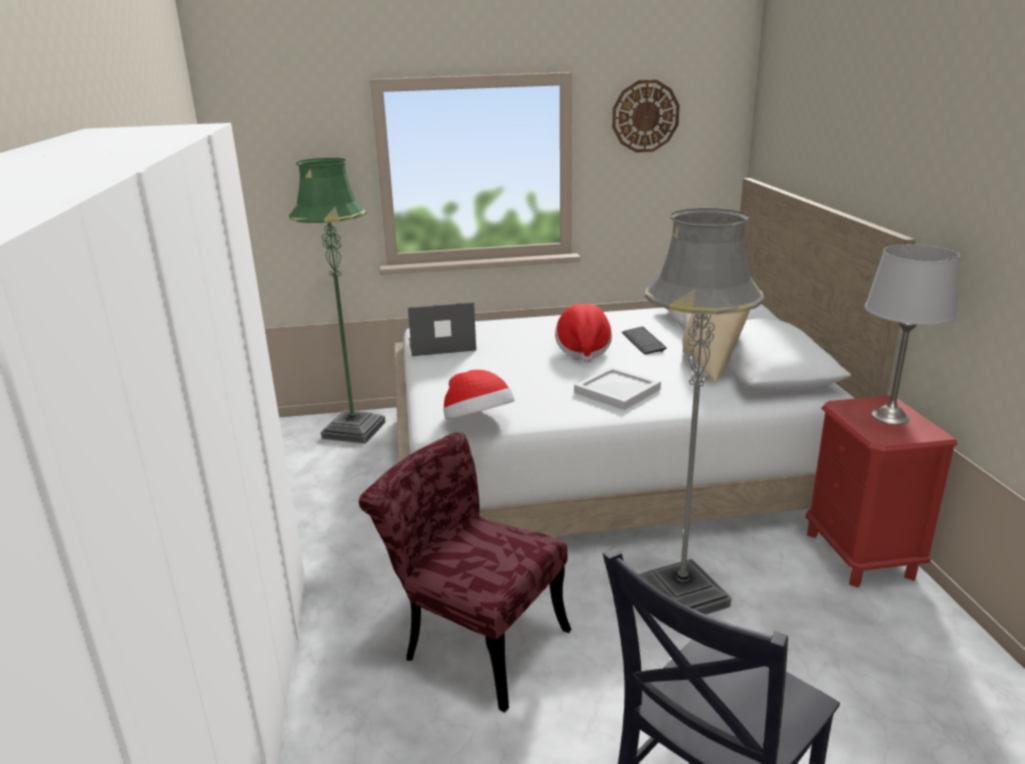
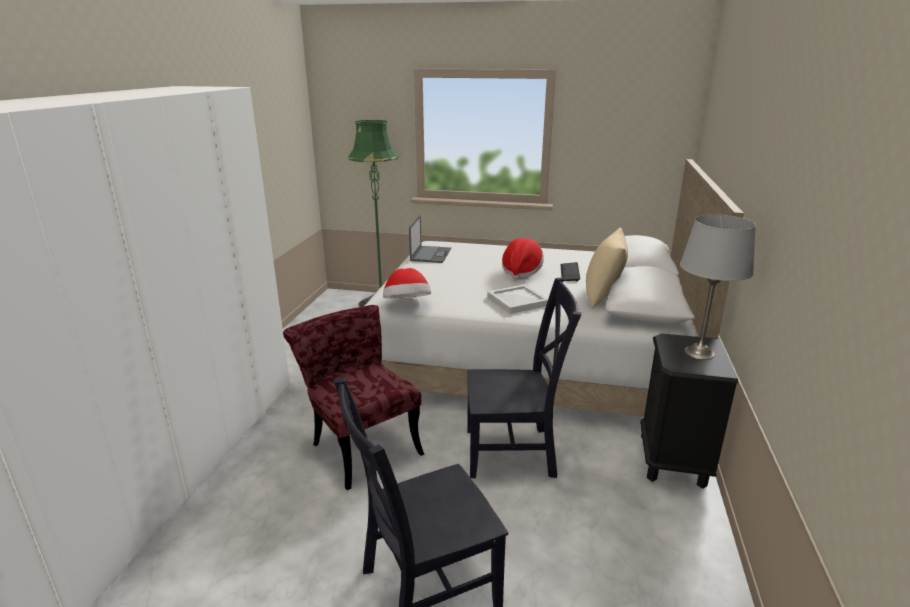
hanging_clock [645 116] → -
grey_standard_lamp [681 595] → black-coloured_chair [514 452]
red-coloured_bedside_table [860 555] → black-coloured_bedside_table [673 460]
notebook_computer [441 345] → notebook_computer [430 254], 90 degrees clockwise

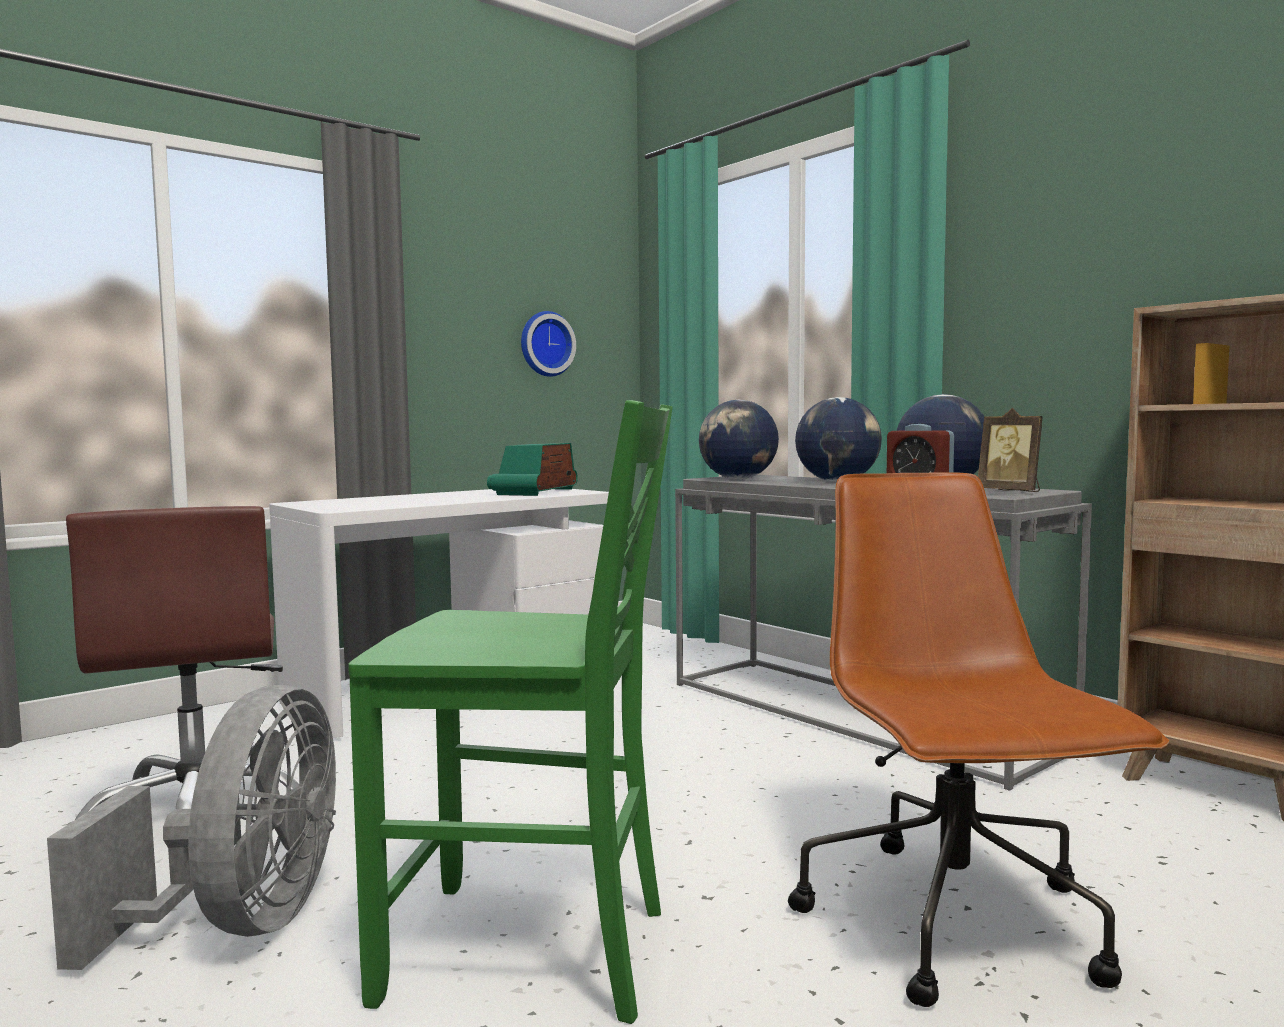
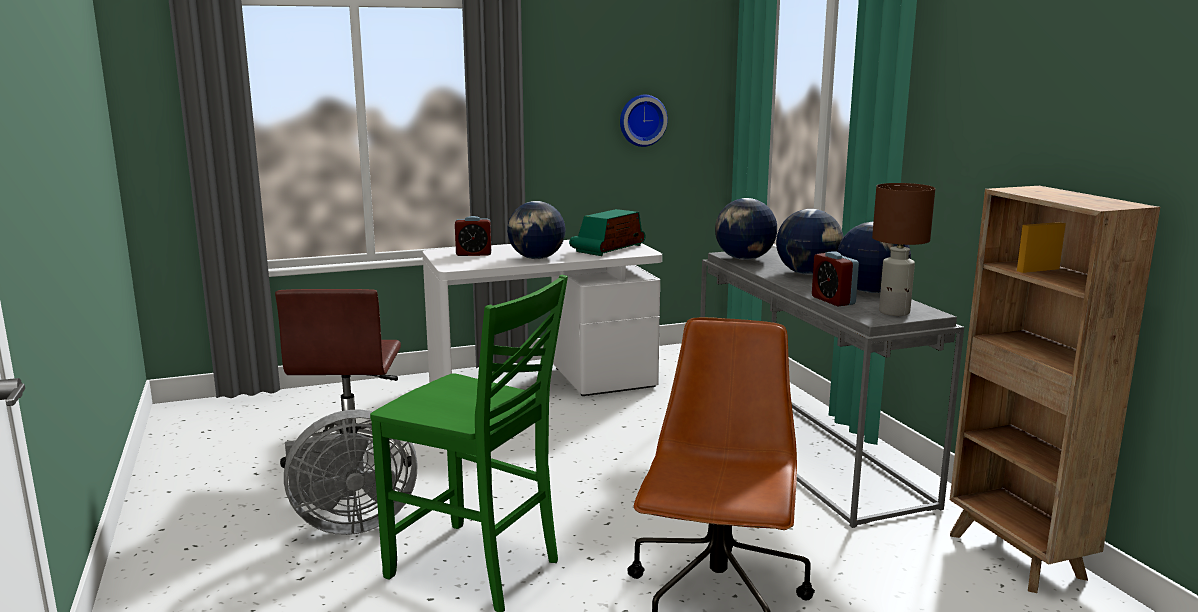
- → alarm_clock [473 254]
- → globe [536 258]
photo_frame [1011 492] → brown-coloured_lamp_for_a_table [895 312]
grey_cooling_fan [242 923] → grey_cooling_fan [349 523], 45 degrees clockwise

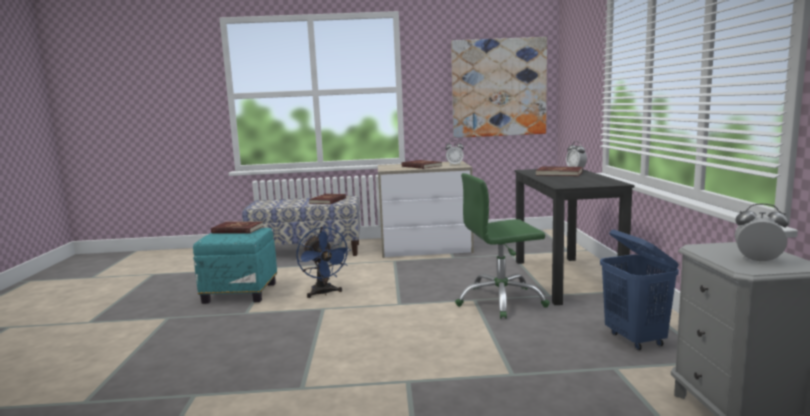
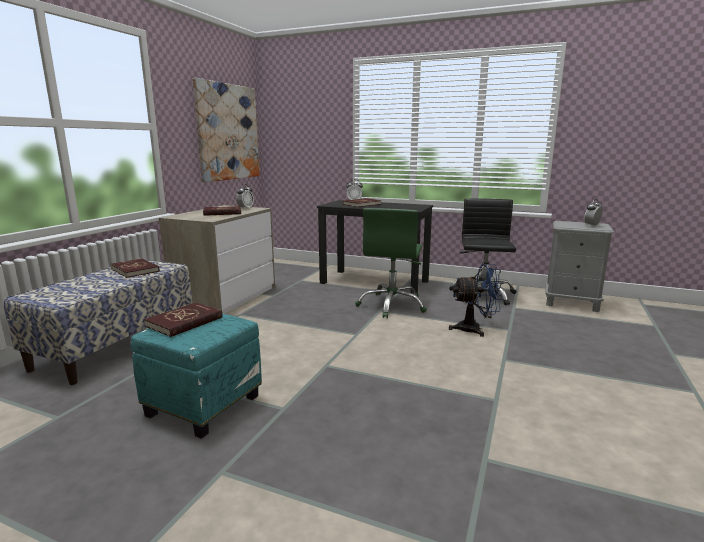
blue-coloured_cooling_fan [324 293] → blue-coloured_cooling_fan [475 329], relocated
blue-coloured_laundry_basket [635 339] → black-coloured_office_chair [482 294]

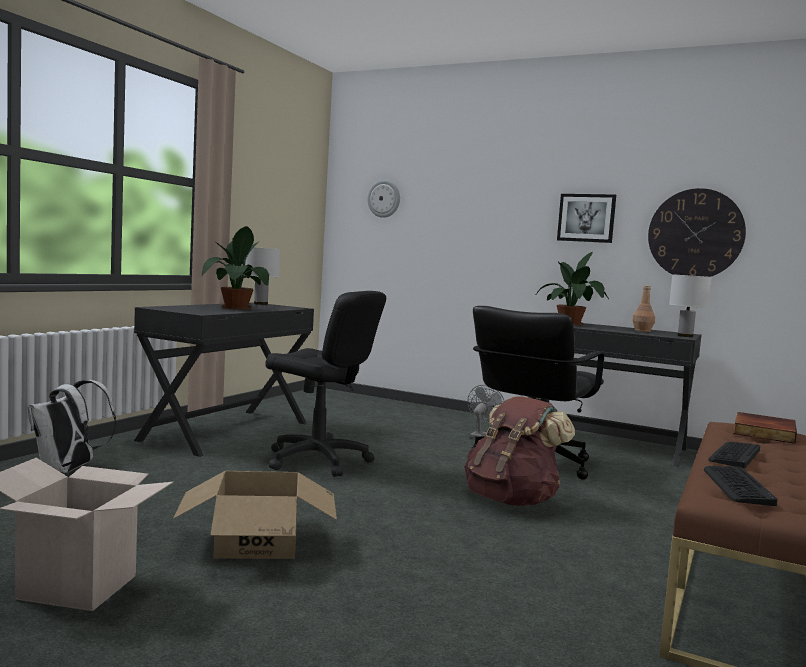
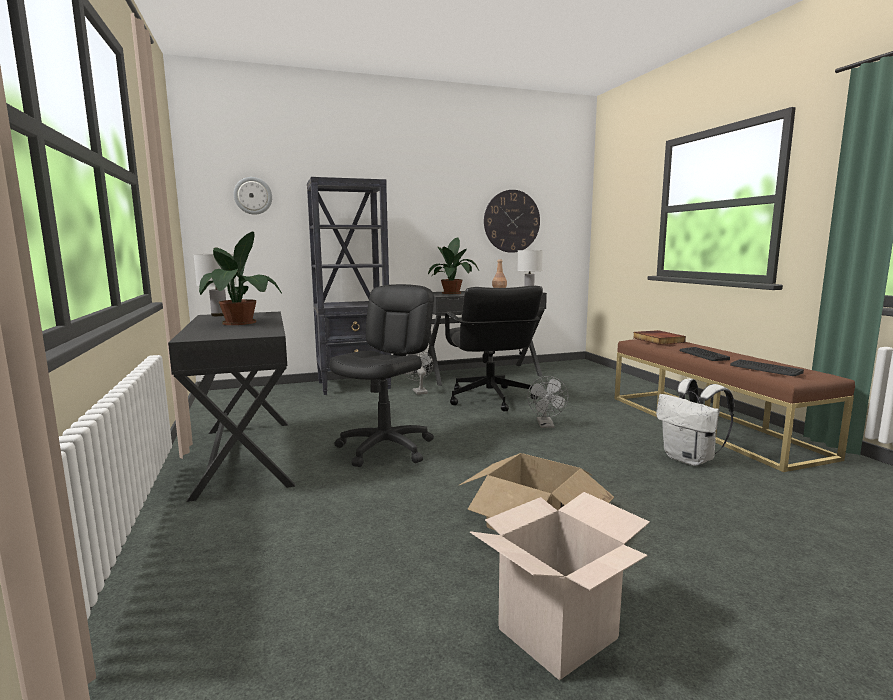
wall_art [586 218] → -
- → black-coloured_bookcase [354 385]
whitish_backpack [68 470] → whitish_backpack [690 459], relocated
brown-coloured_backpack [511 500] → grey_cooling_fan [546 425]
black-coloured_office_chair [317 460] → black-coloured_office_chair [386 448], 45 degrees counterclockwise

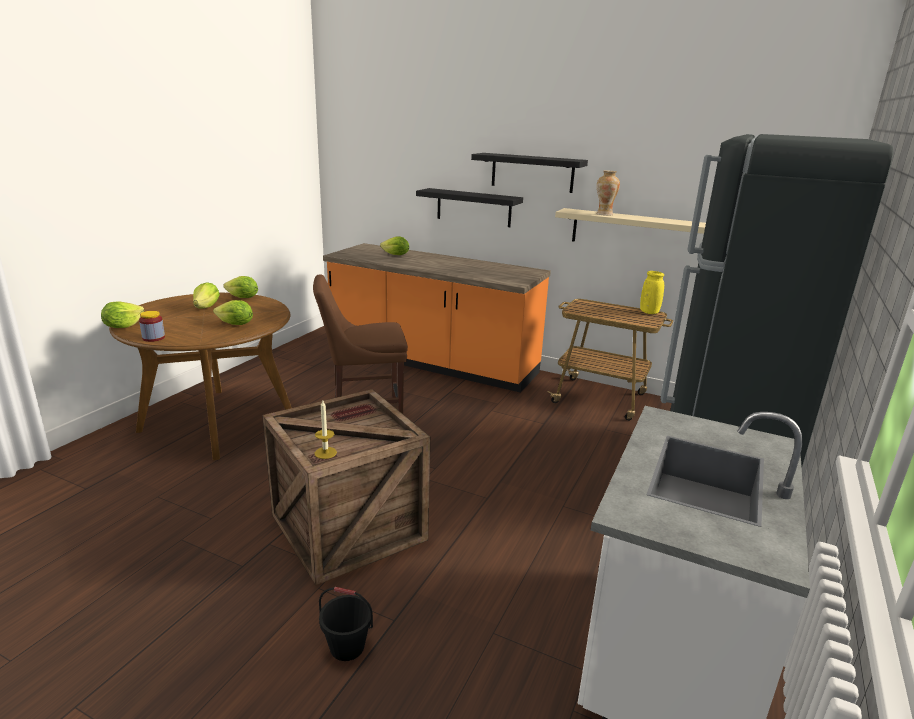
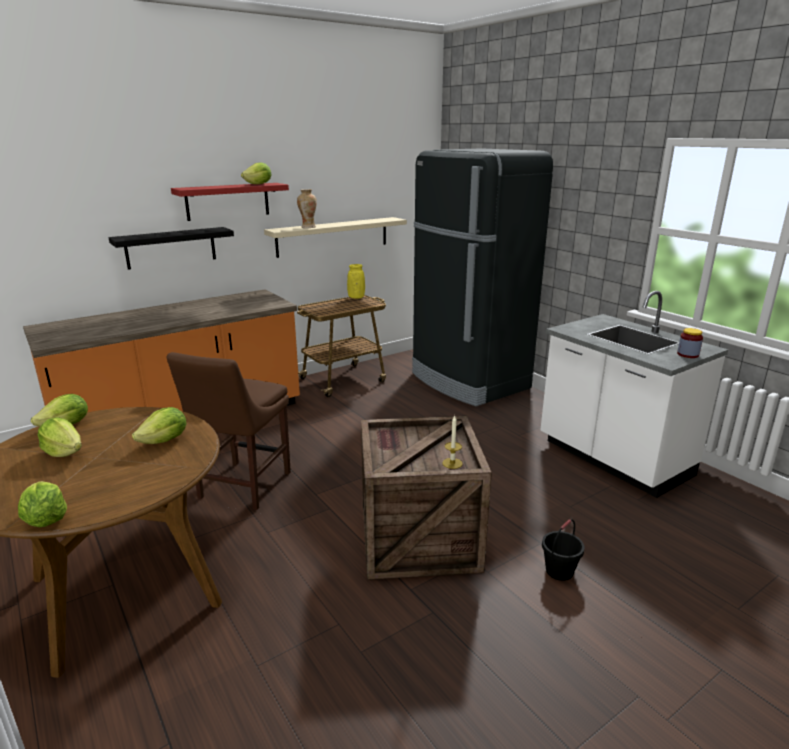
preserve_jar [153 338] → preserve_jar [688 354], relocated
lettuce [396 255] → lettuce [258 184], relocated
black-coloured_shelf [532 172] → red-coloured_shelf [227 201]

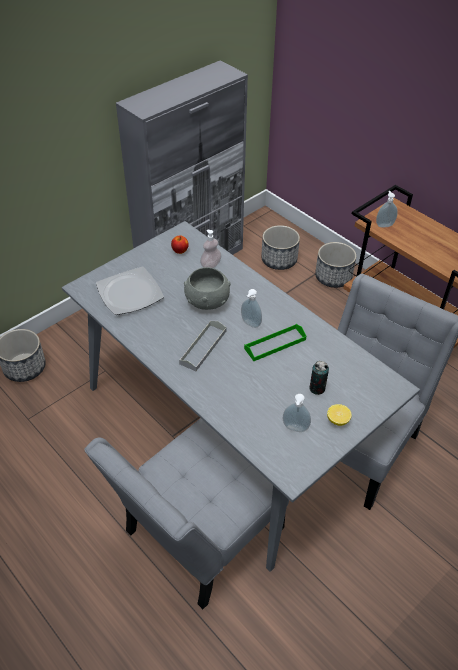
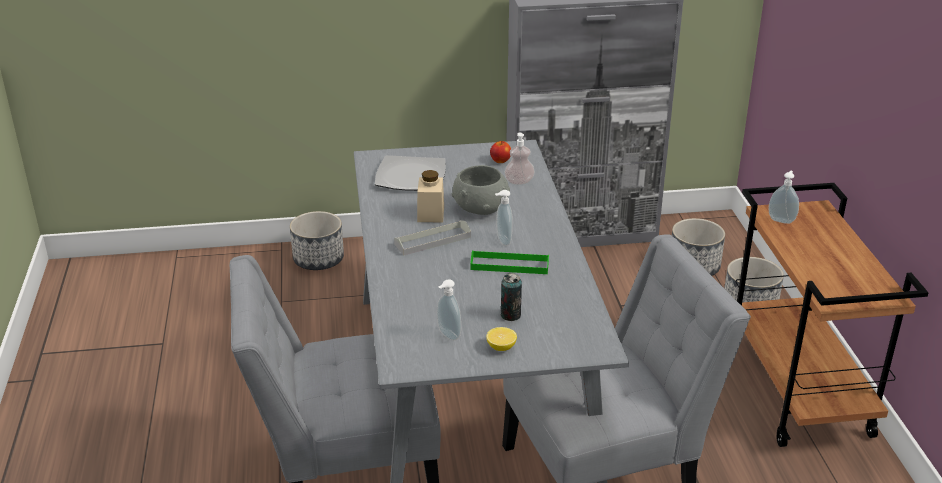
- → sand-coloured_preserve_jar [430 214]

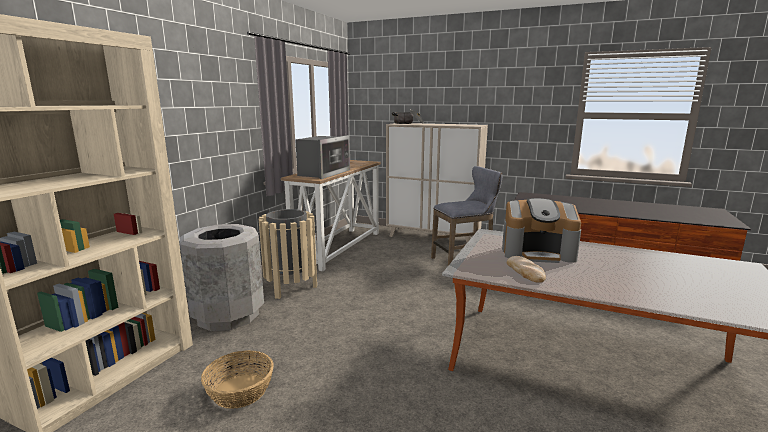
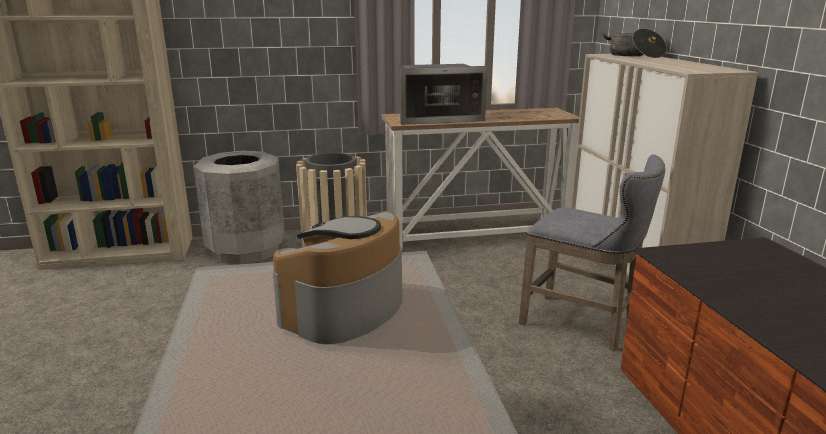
basket [240 391] → -
bakery_bread [525 272] → -
coffee_maker [538 253] → coffee_maker [344 310], 60 degrees clockwise

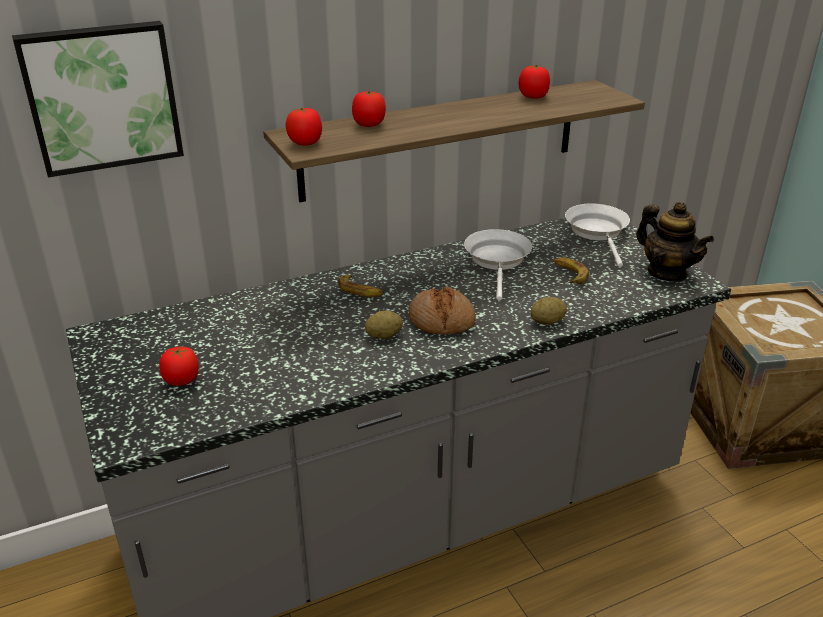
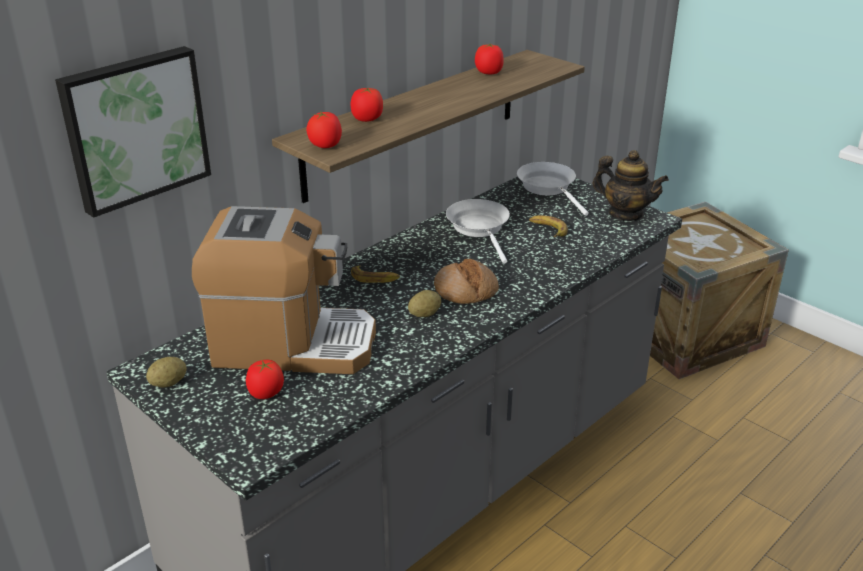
- → coffee_maker [292 344]
potato [547 322] → potato [168 383], relocated

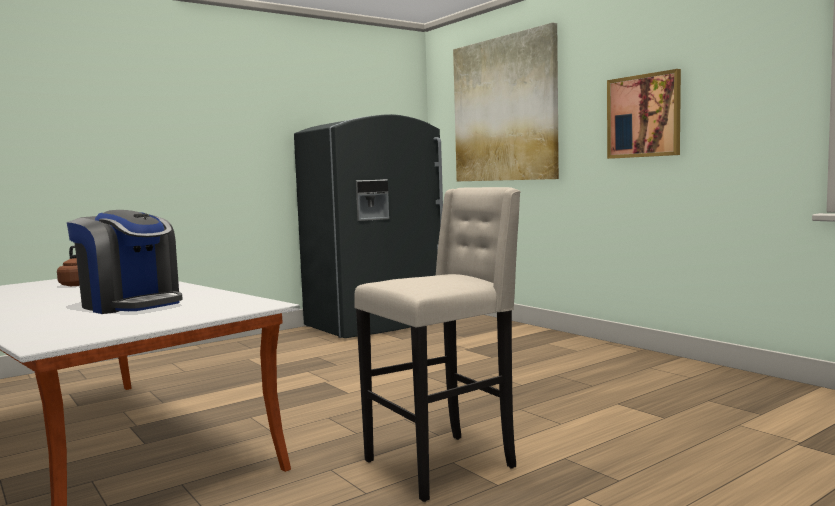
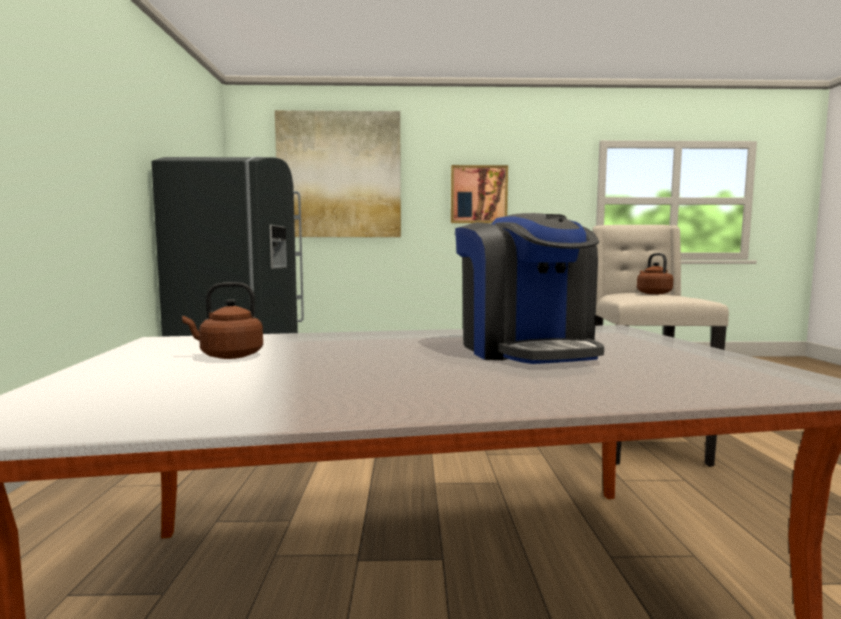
- → brown-coloured_water_kettle [652 293]
coffee_maker [131 304] → coffee_maker [525 349], 90 degrees clockwise

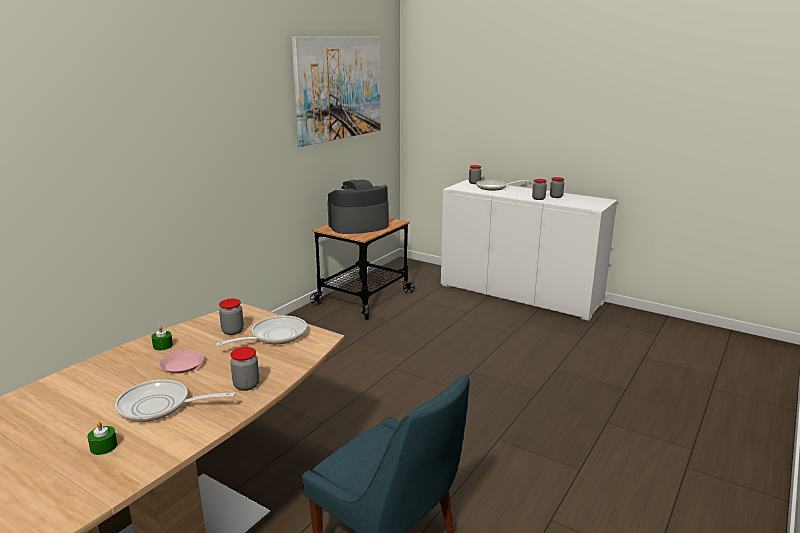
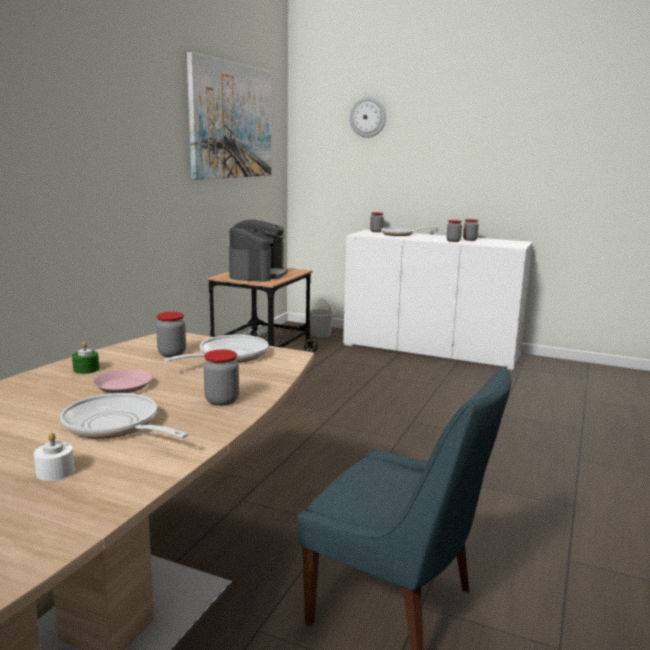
- → whitish_bucket [320 334]
- → hanging_clock [368 117]
greenish_wax_light [103 447] → whitish_wax_light [55 471]
skillet [160 406] → skillet [116 426], 45 degrees clockwise
coffee_maker [358 226] → coffee_maker [258 274], 135 degrees clockwise

